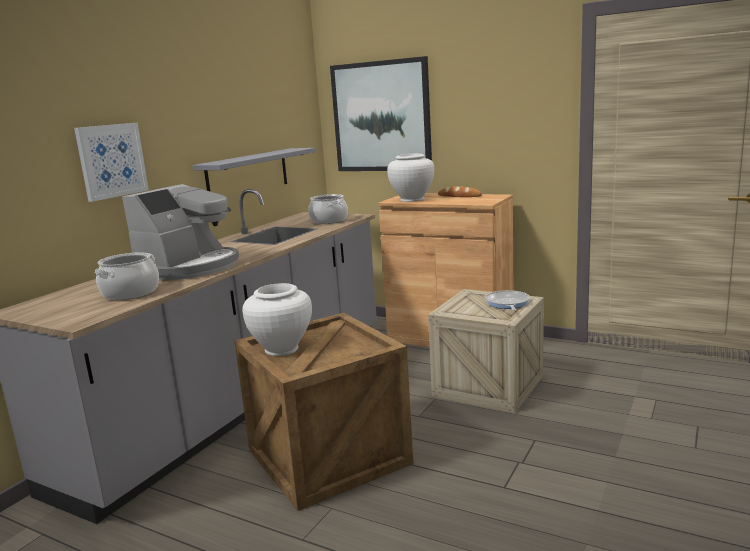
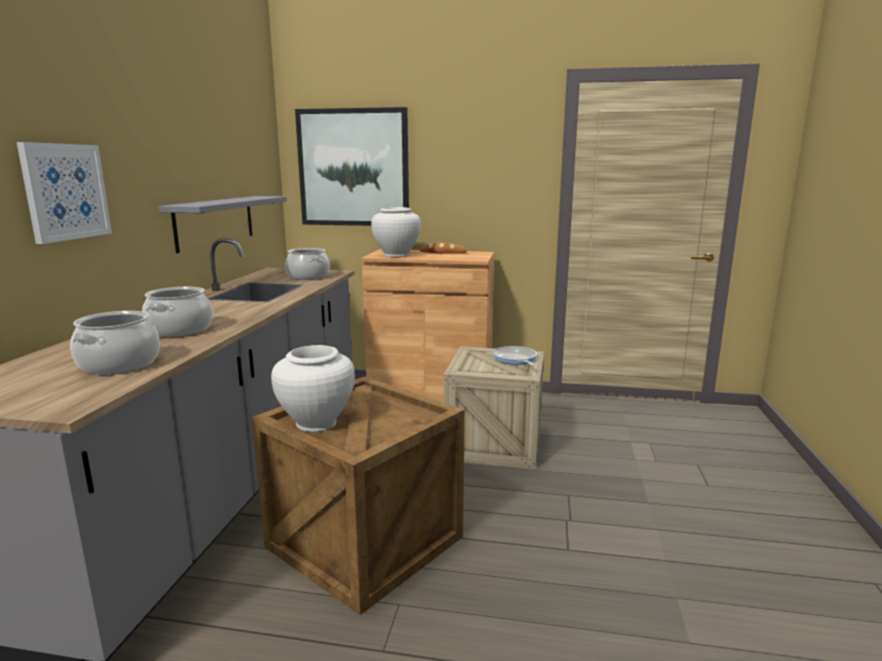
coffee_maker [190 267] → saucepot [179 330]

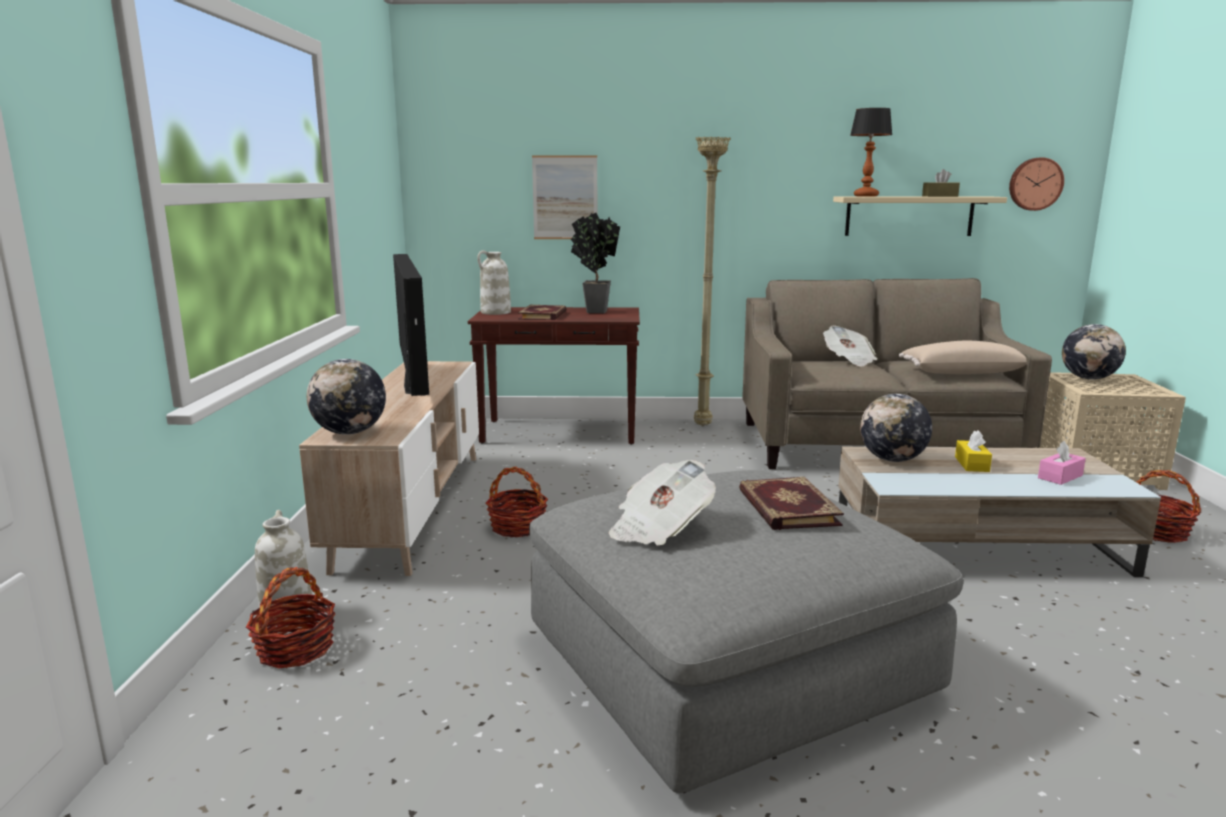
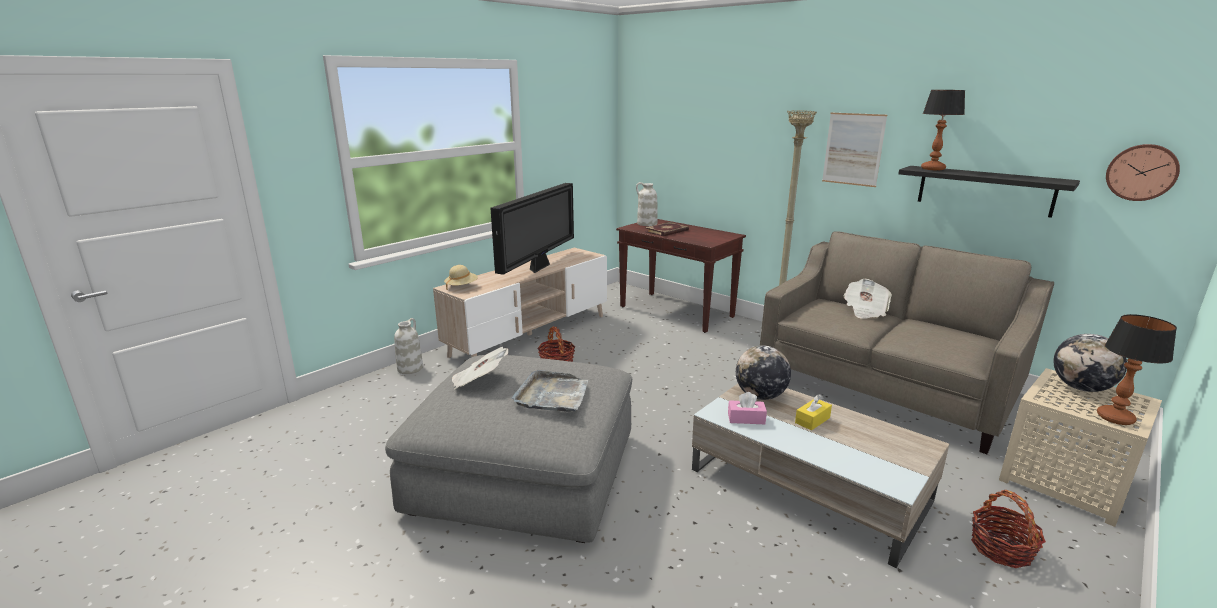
basket [295 649] → -
houseplant [593 311] → -
sand-coloured_throw_pillow [961 372] → -
brown-coloured_tissue_box [940 196] → -
- → lamp_for_a_table [1116 418]
wall_art [565 197] → wall_art [853 149], relocated
pink-coloured_tissue_box [1060 477] → pink-coloured_tissue_box [746 419], relocated
globe [350 432] → sand-coloured_clothing_hat [461 286]
volume [786 508] → grey_tray [552 395]
sand-coloured_shelf [909 216] → black-coloured_shelf [984 190]

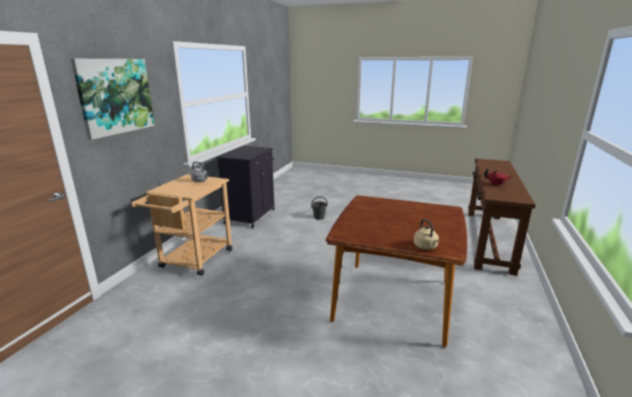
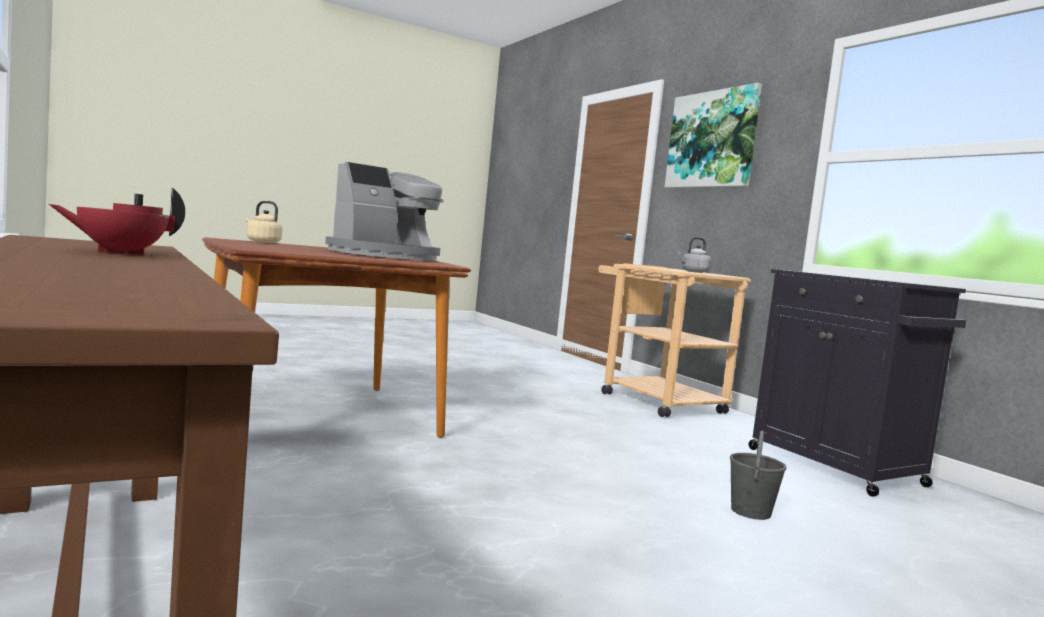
- → coffee_maker [386 256]

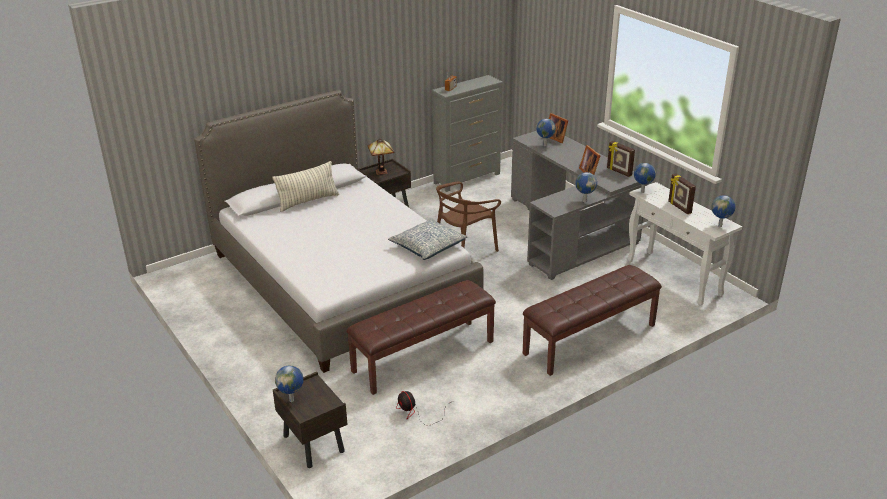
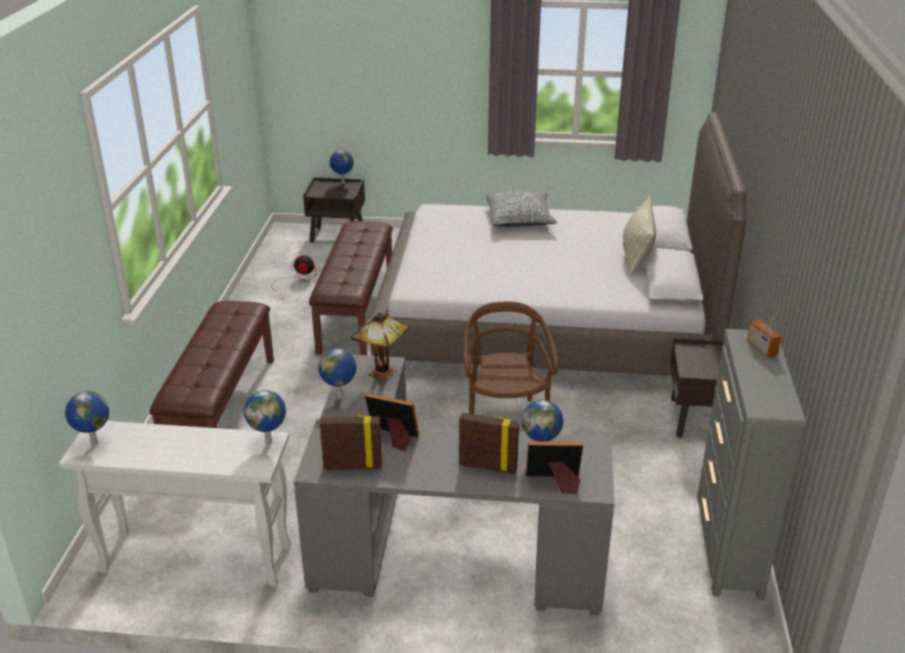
lamp_for_a_table [382 171] → lamp_for_a_table [382 374], relocated
throw_pillow [428 246] → throw_pillow [520 219], relocated
photo_frame [679 207] → photo_frame [488 466], relocated

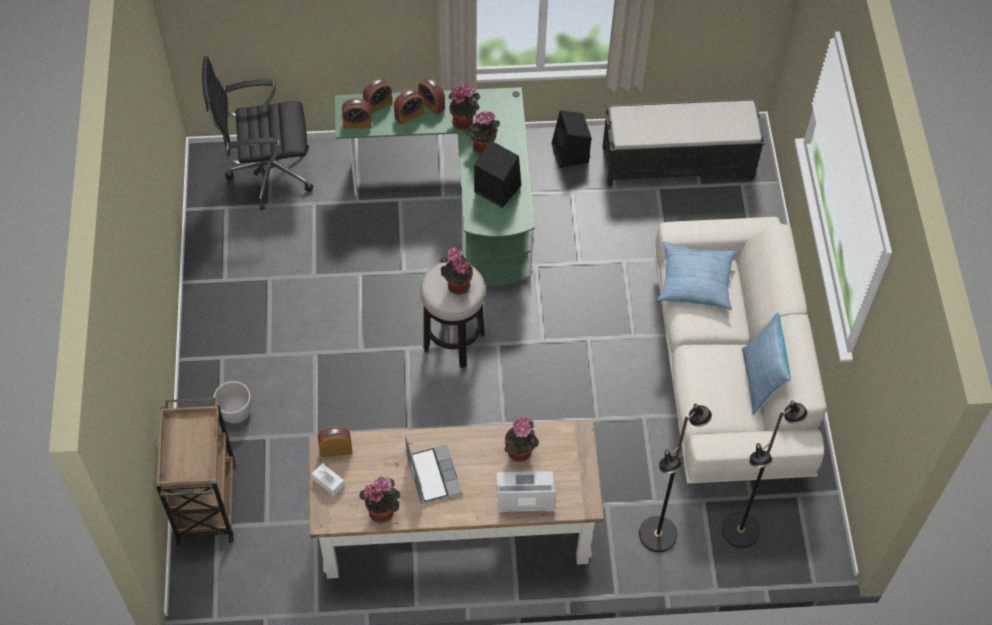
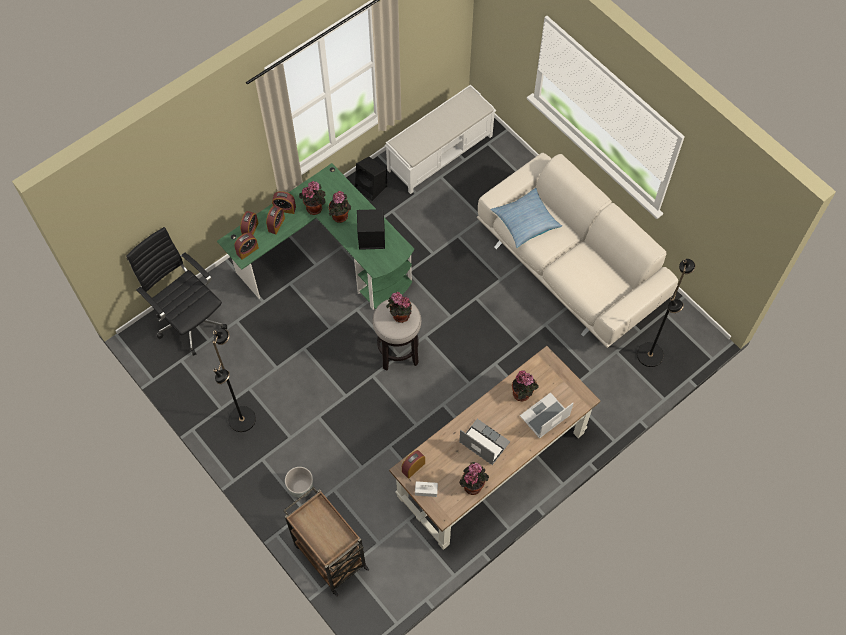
throw_pillow [760 381] → -
black-coloured_standard_lamp [658 535] → black-coloured_standard_lamp [242 419], relocated
black-coloured_indoor_bench [679 162] → whitish_indoor_bench [440 152]
black-coloured_office_chair [267 173] → black-coloured_office_chair [189 320], 90 degrees clockwise

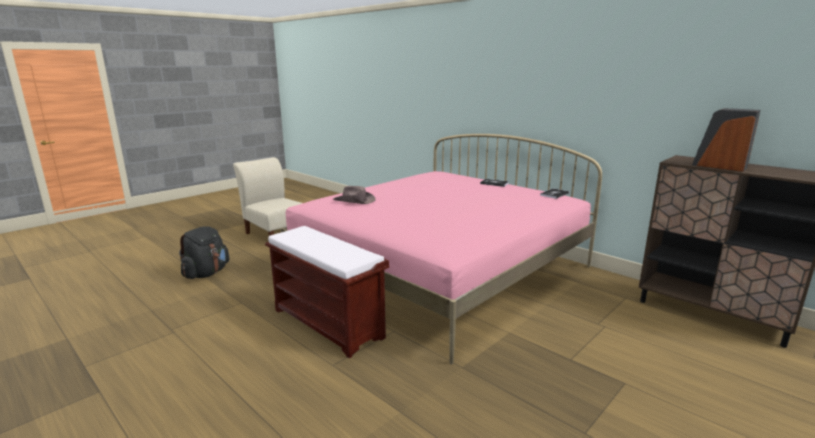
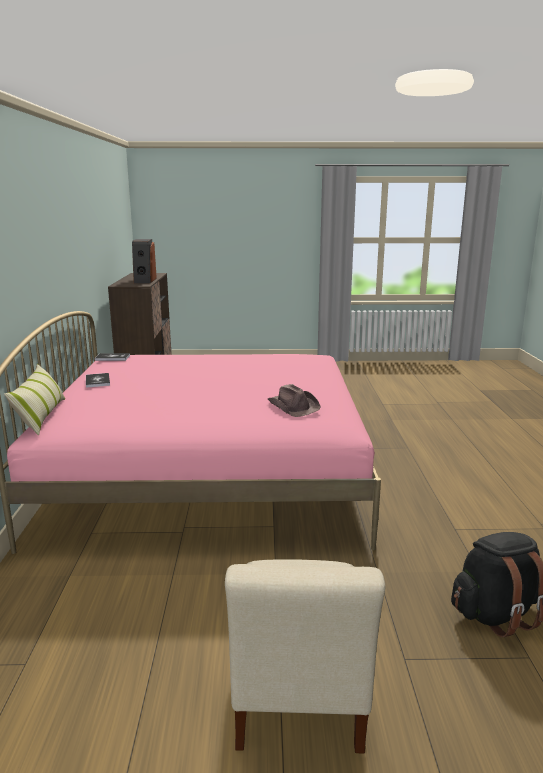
brown-coloured_indoor_bench [329 324] → -
- → throw_pillow [41 416]

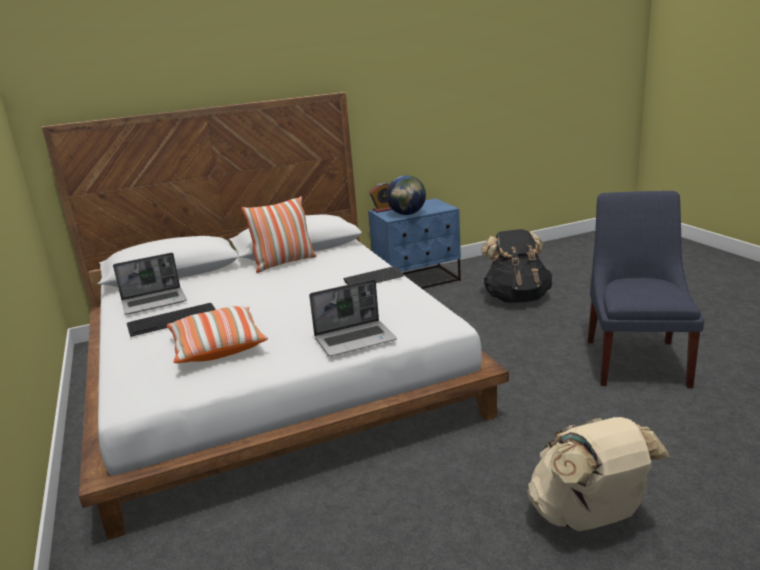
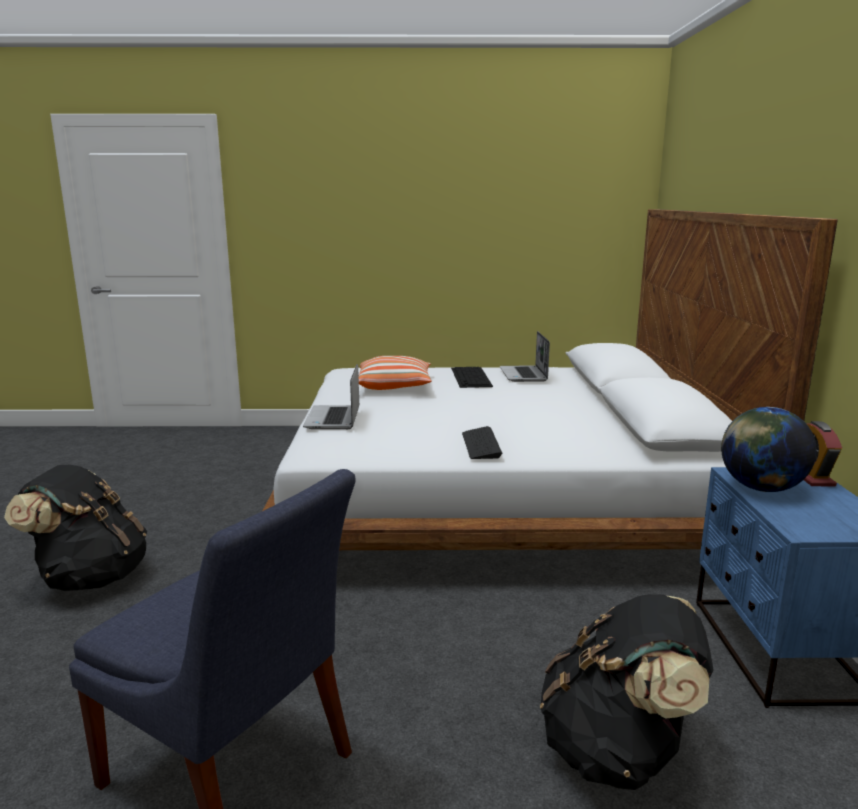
throw_pillow [284 263] → -
sand-coloured_backpack [589 517] → black-coloured_backpack [91 578]

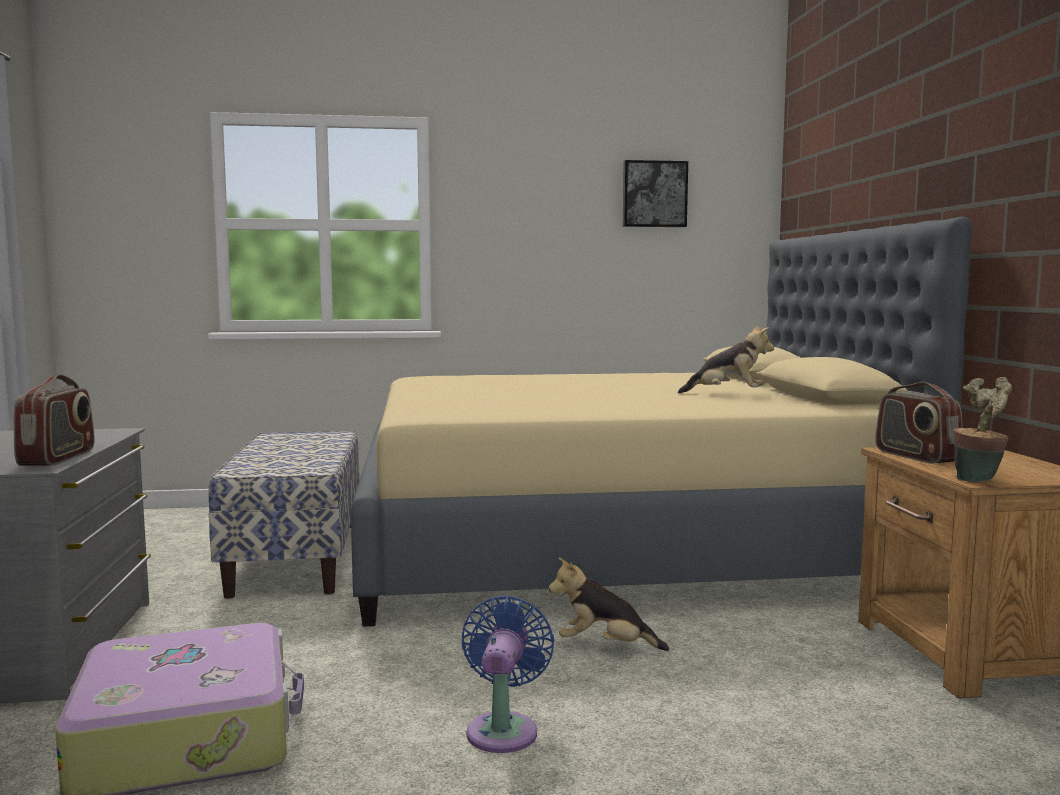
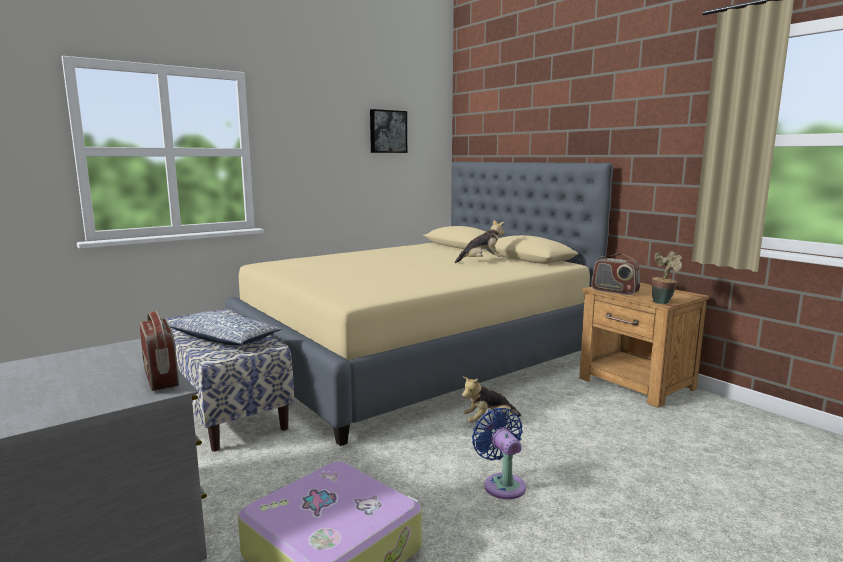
- → throw_pillow [223 339]

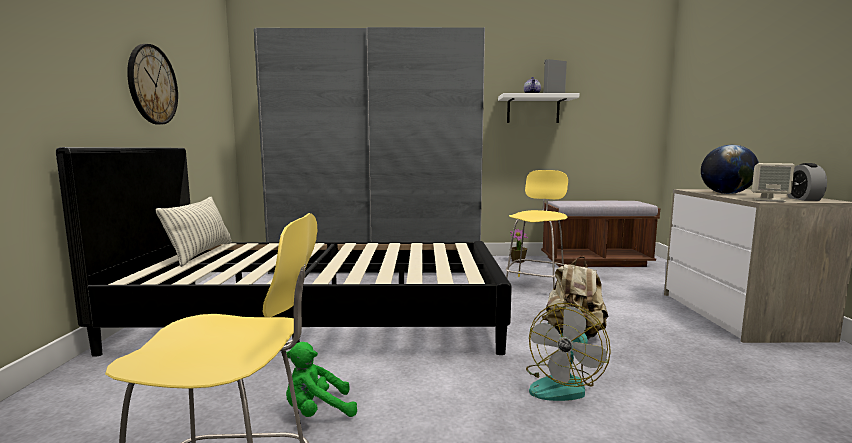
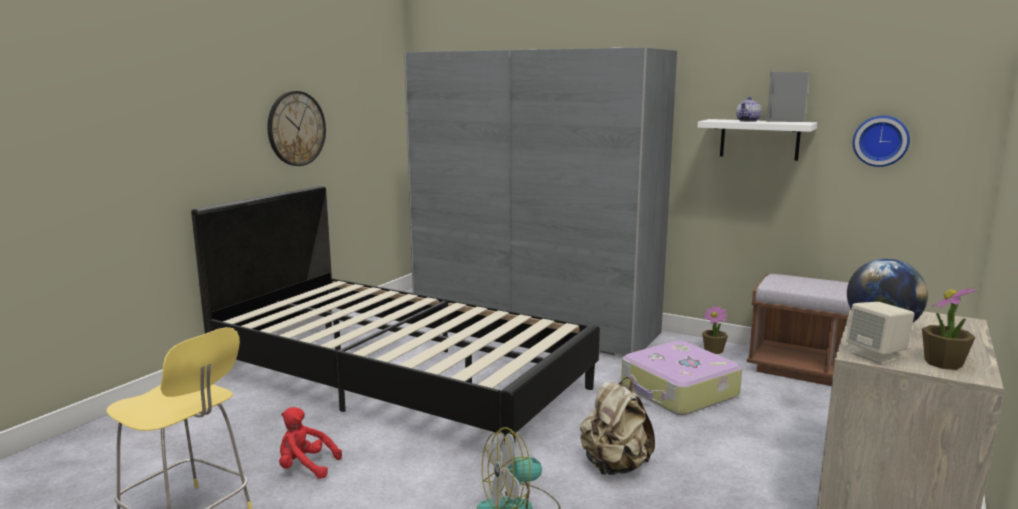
throw_pillow [201 253] → -
- → hanging_clock [881 140]
yellow-coloured_stool [536 285] → piece_of_luggage [678 391]
alarm_clock [803 199] → houseplant [943 363]
greenish_soft_toy [317 412] → red-coloured_soft_toy [305 467]

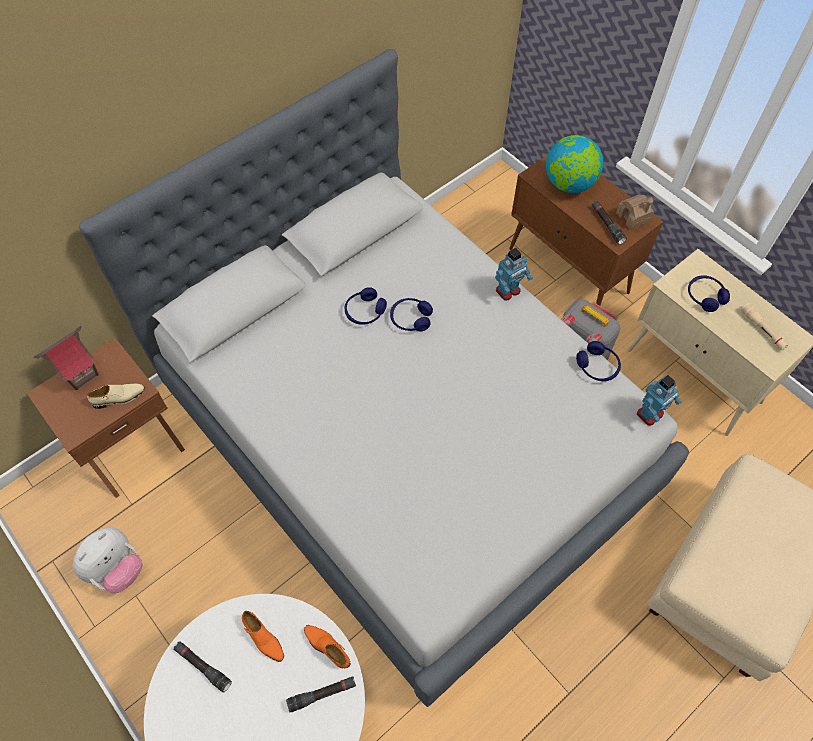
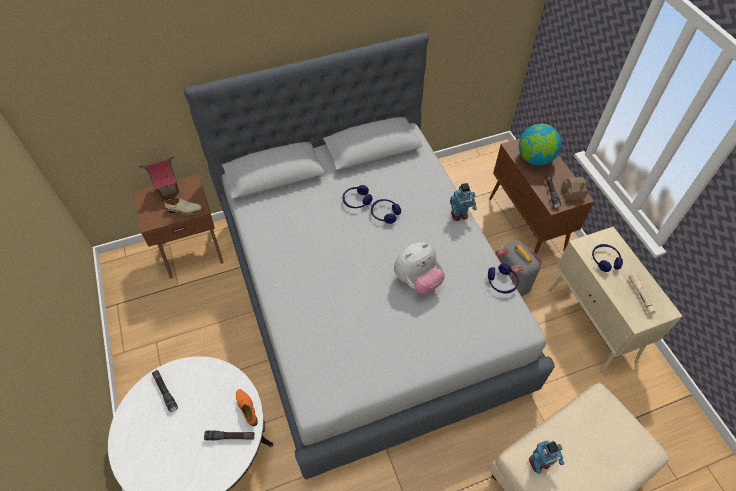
orange_low_shoe [263 639] → -
soft_toy [117 569] → soft_toy [417 280], relocated
toy_robot [650 414] → toy_robot [539 463], relocated

